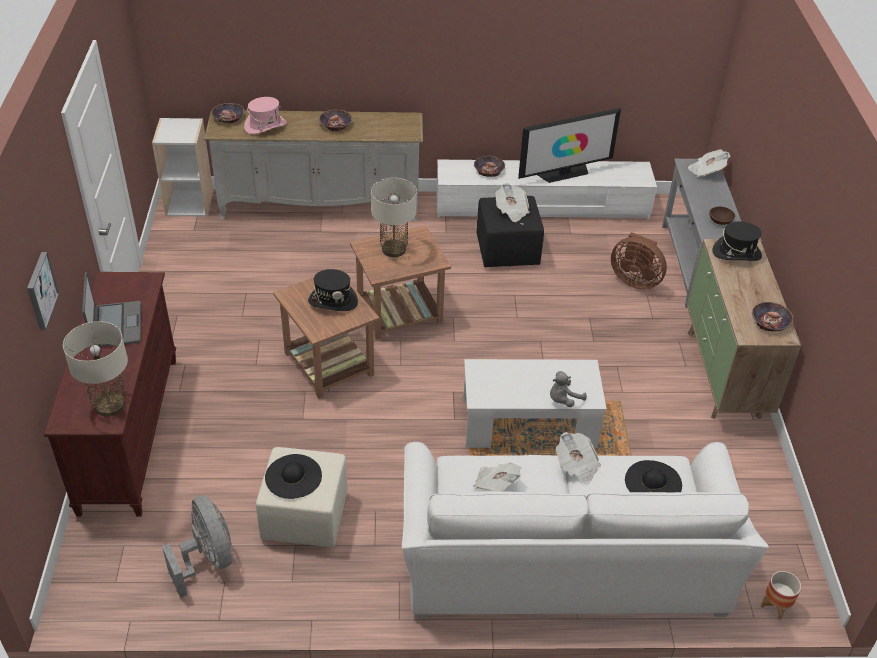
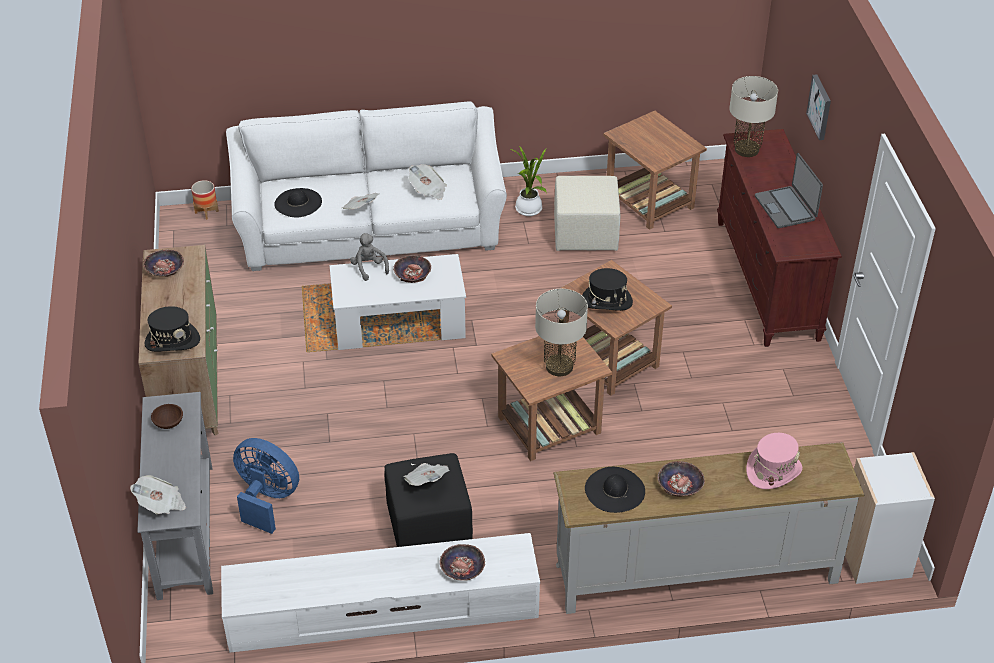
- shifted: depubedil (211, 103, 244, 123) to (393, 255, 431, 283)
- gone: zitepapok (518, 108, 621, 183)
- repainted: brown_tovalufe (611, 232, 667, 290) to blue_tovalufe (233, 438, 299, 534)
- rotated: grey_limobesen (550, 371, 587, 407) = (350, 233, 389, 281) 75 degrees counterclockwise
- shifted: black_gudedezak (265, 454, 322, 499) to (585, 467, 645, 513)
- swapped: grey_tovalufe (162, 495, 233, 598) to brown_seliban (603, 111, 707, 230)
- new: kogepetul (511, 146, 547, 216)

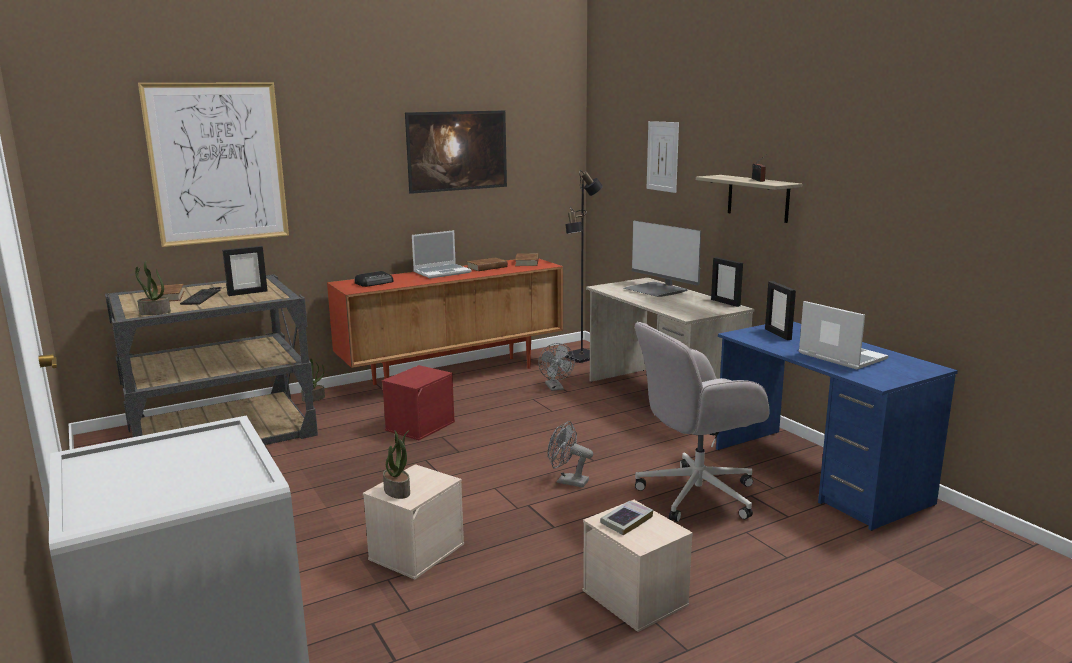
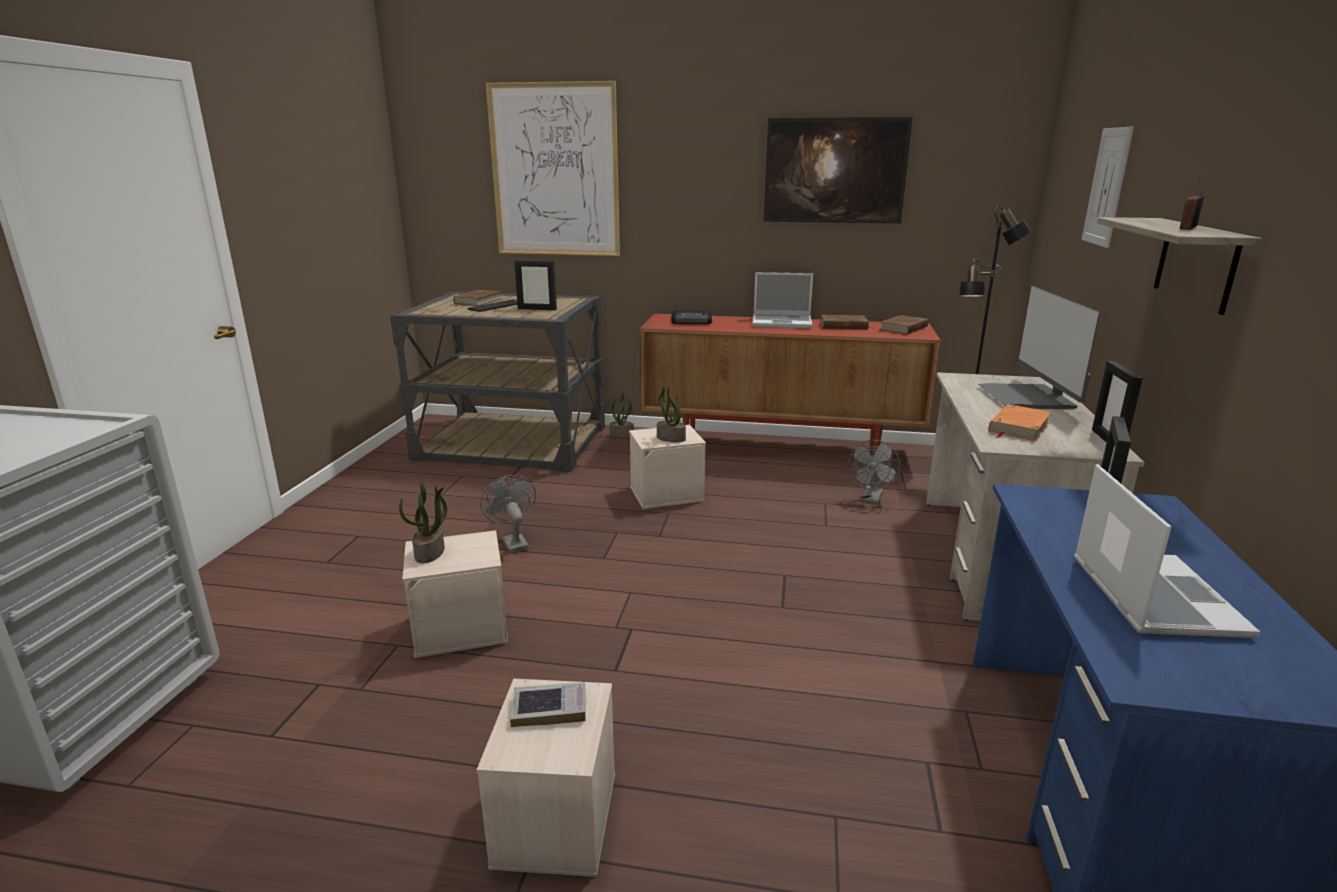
- shifted: kogepetul (135, 261, 171, 315) to (657, 385, 686, 442)
- gone: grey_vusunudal (635, 322, 769, 522)
- repainted: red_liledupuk (382, 365, 455, 440) to beige_liledupuk (629, 425, 706, 509)
- shifted: grey_tovalufe (548, 421, 593, 488) to (480, 475, 536, 553)
- new: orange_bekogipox (989, 404, 1052, 441)

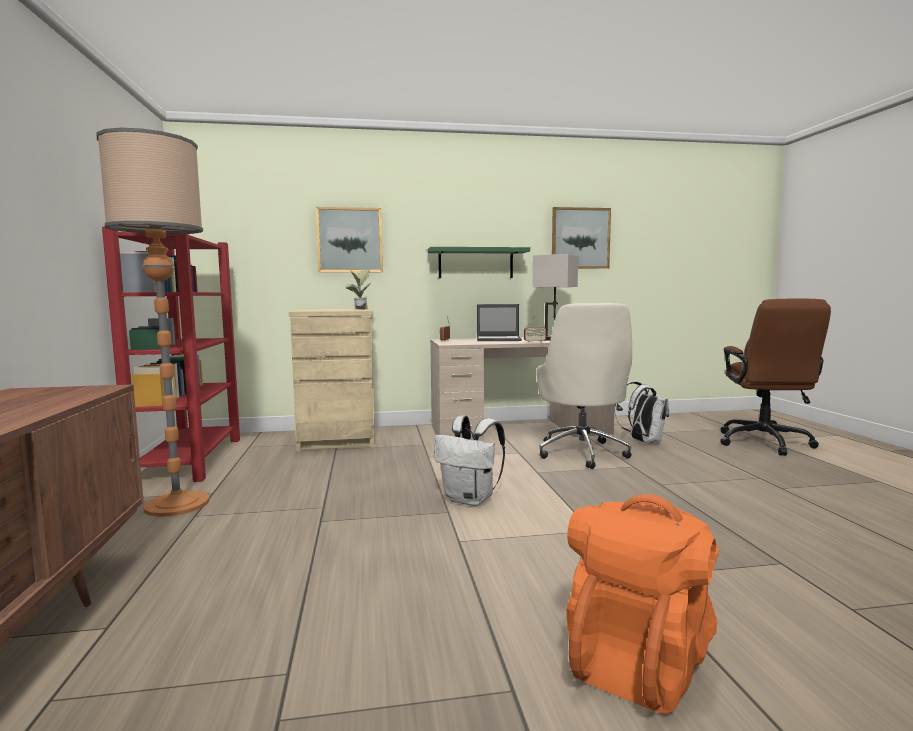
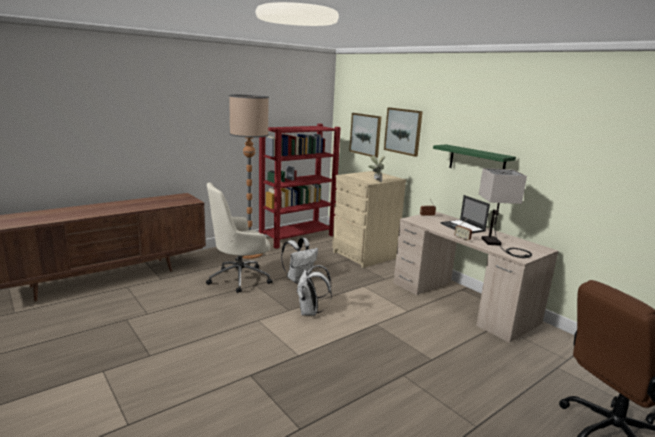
- shifted: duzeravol (552, 207, 611, 269) to (349, 113, 381, 158)
- shifted: beige_vusunudal (537, 303, 632, 469) to (206, 183, 272, 293)
- shifted: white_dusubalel (614, 381, 669, 444) to (281, 238, 318, 284)
- gone: orange_dusubalel (566, 494, 719, 714)

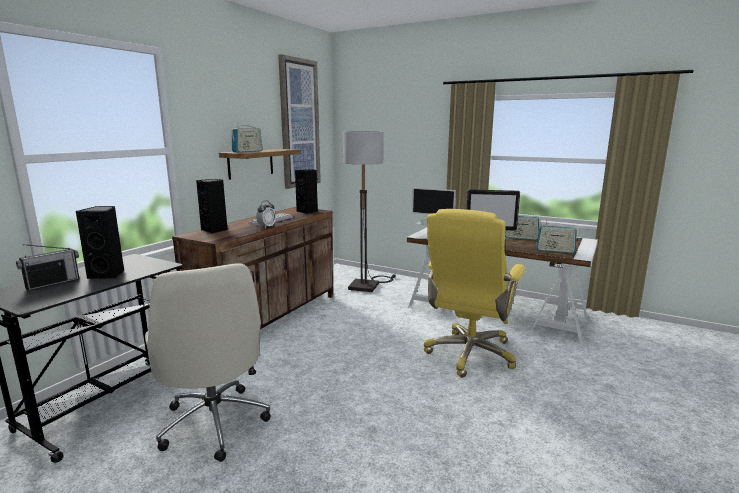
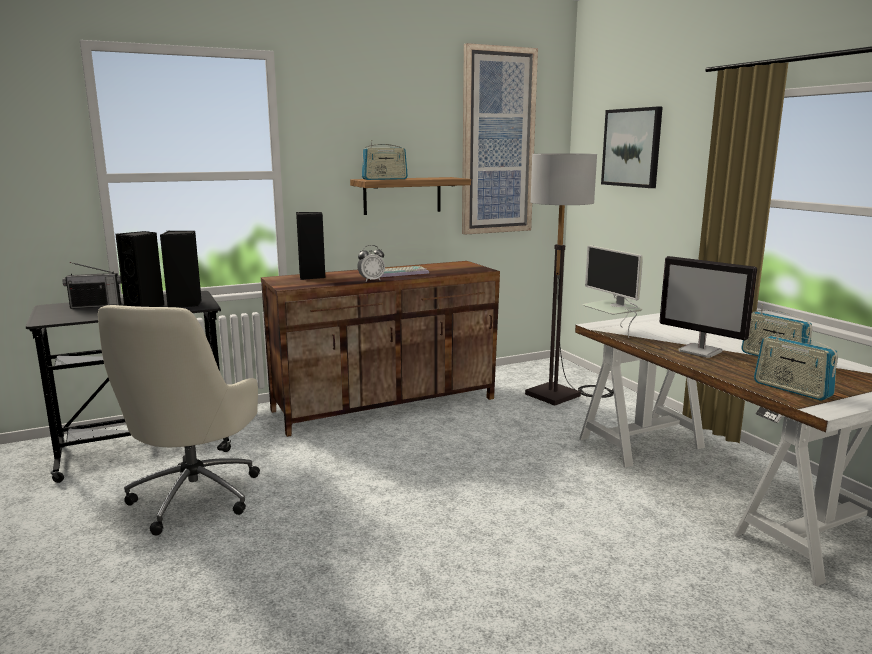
- shifted: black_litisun (295, 169, 318, 214) to (160, 231, 202, 308)
- gone: yellow_vusunudal (424, 209, 525, 378)
- new: duzeravol (601, 107, 663, 188)

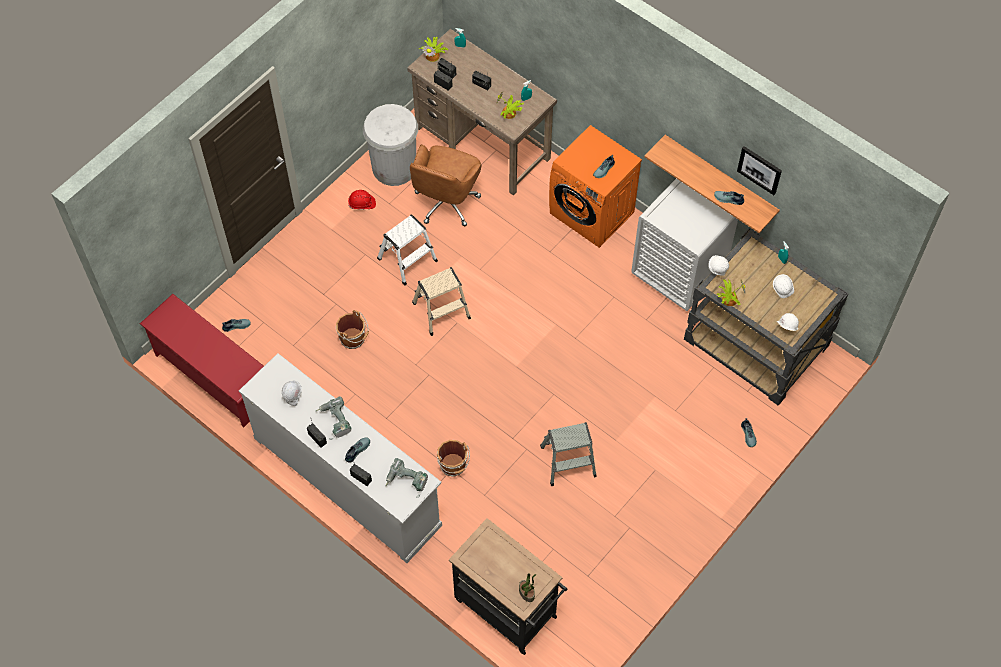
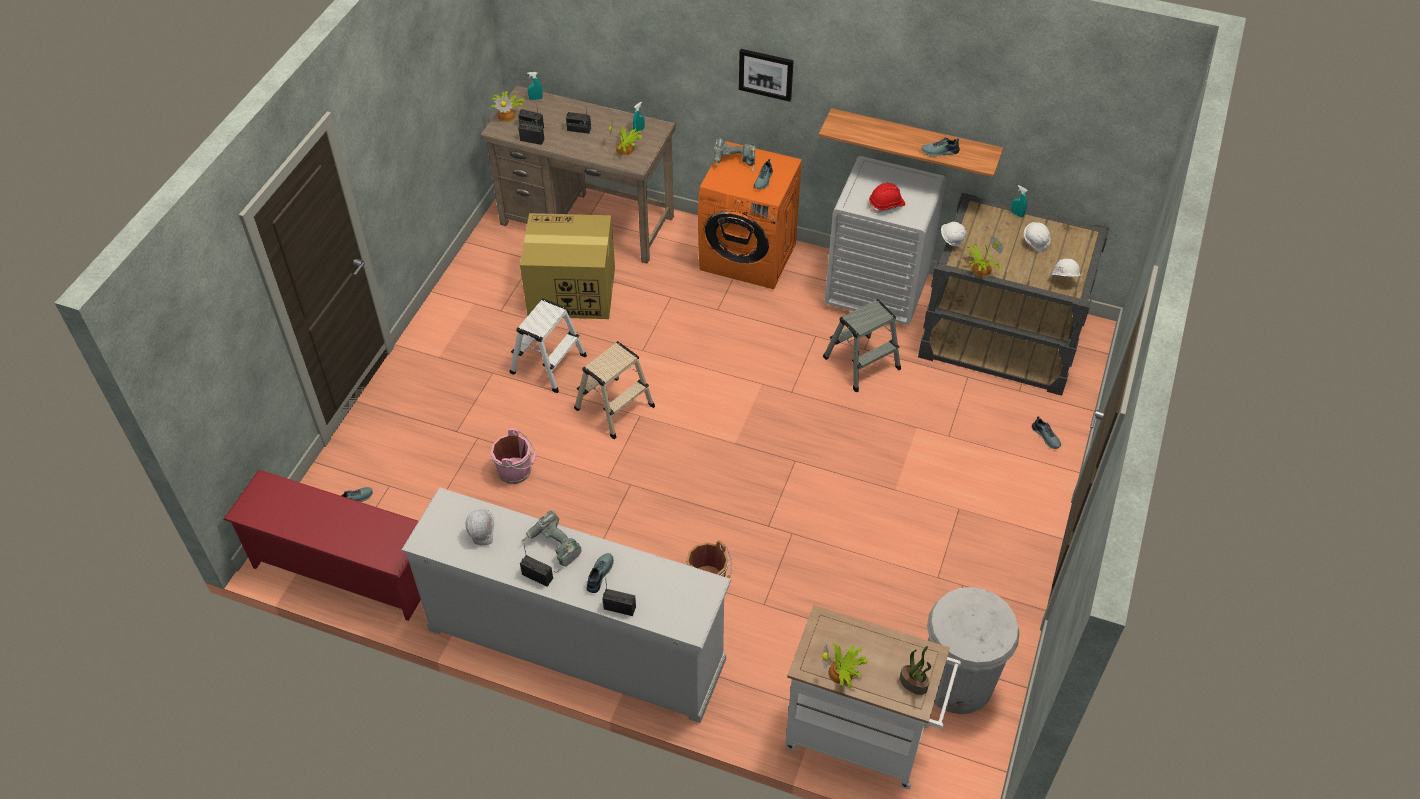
- shifted: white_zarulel (363, 104, 418, 186) to (927, 587, 1020, 714)
- swapped: brown_vusunudal (410, 144, 482, 226) to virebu (520, 213, 615, 319)
- shifted: duzeravol (737, 146, 782, 195) to (739, 49, 794, 102)
- shifted: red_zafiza (348, 190, 376, 210) to (869, 183, 905, 213)
- repainted: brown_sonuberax (336, 310, 369, 349) to pink_sonuberax (491, 428, 536, 484)
- shifted: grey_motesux (540, 422, 597, 486) to (823, 299, 901, 392)
- shifted: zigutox (385, 458, 428, 498) to (713, 138, 755, 171)
- repainted: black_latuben (449, 518, 568, 655) to white_latuben (785, 605, 961, 789)
- new: kogepetul (822, 643, 868, 688)

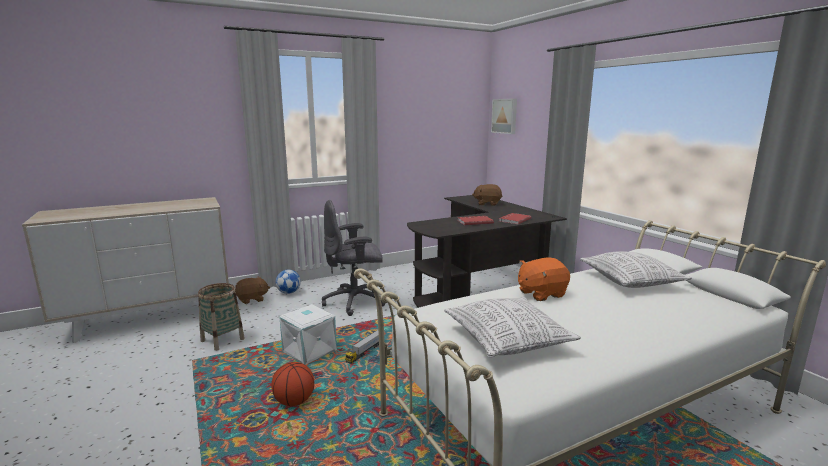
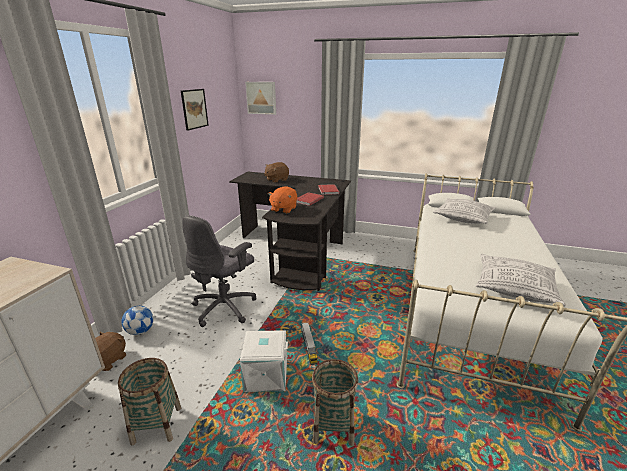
- shifted: orange_limobesen (518, 258, 570, 301) to (268, 186, 297, 214)
- swapped: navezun (271, 362, 314, 406) to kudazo (312, 359, 358, 446)
- new: duzeravol (181, 89, 209, 131)

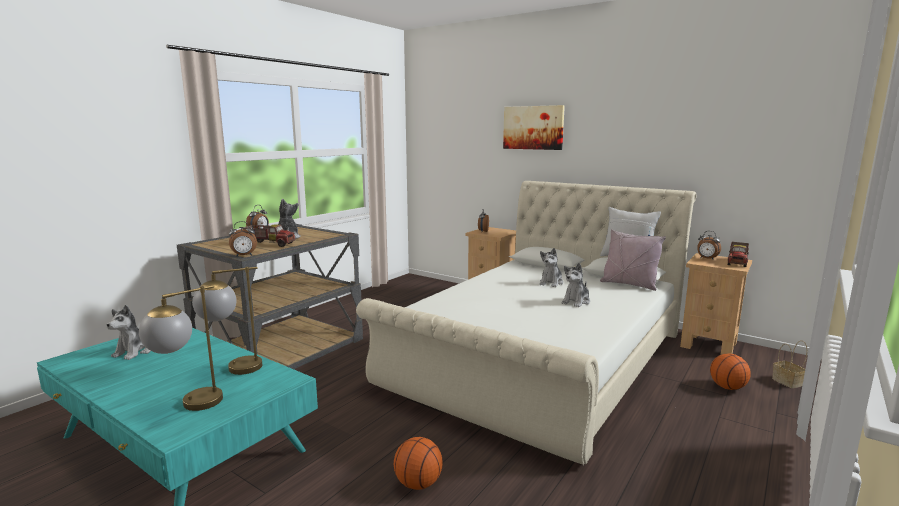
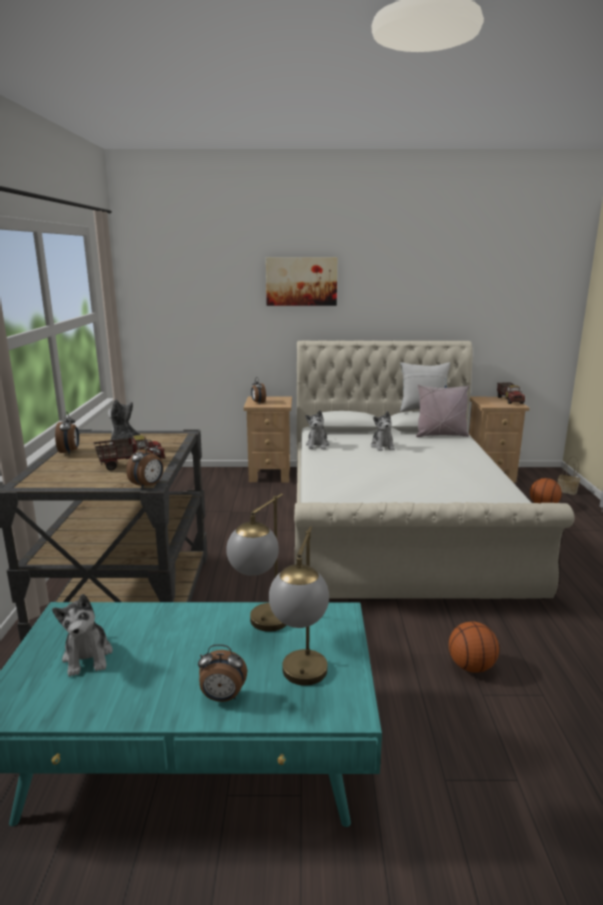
- shifted: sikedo (697, 231, 721, 259) to (198, 644, 247, 702)
- shifted: limobesen (562, 263, 590, 307) to (305, 410, 329, 449)

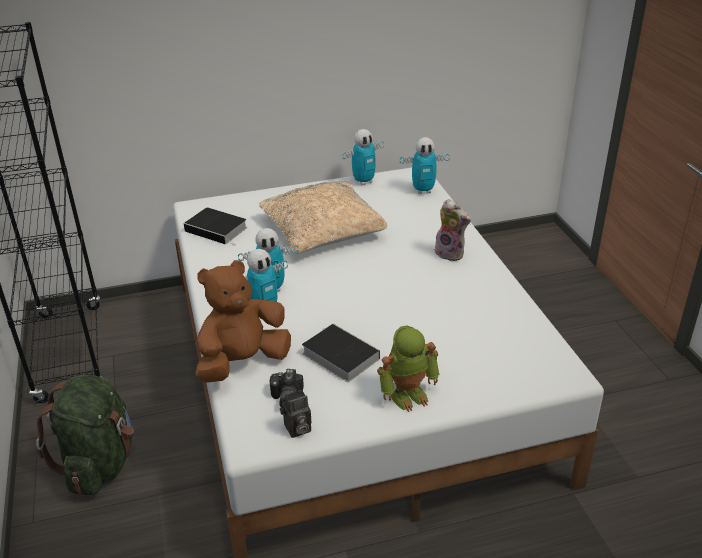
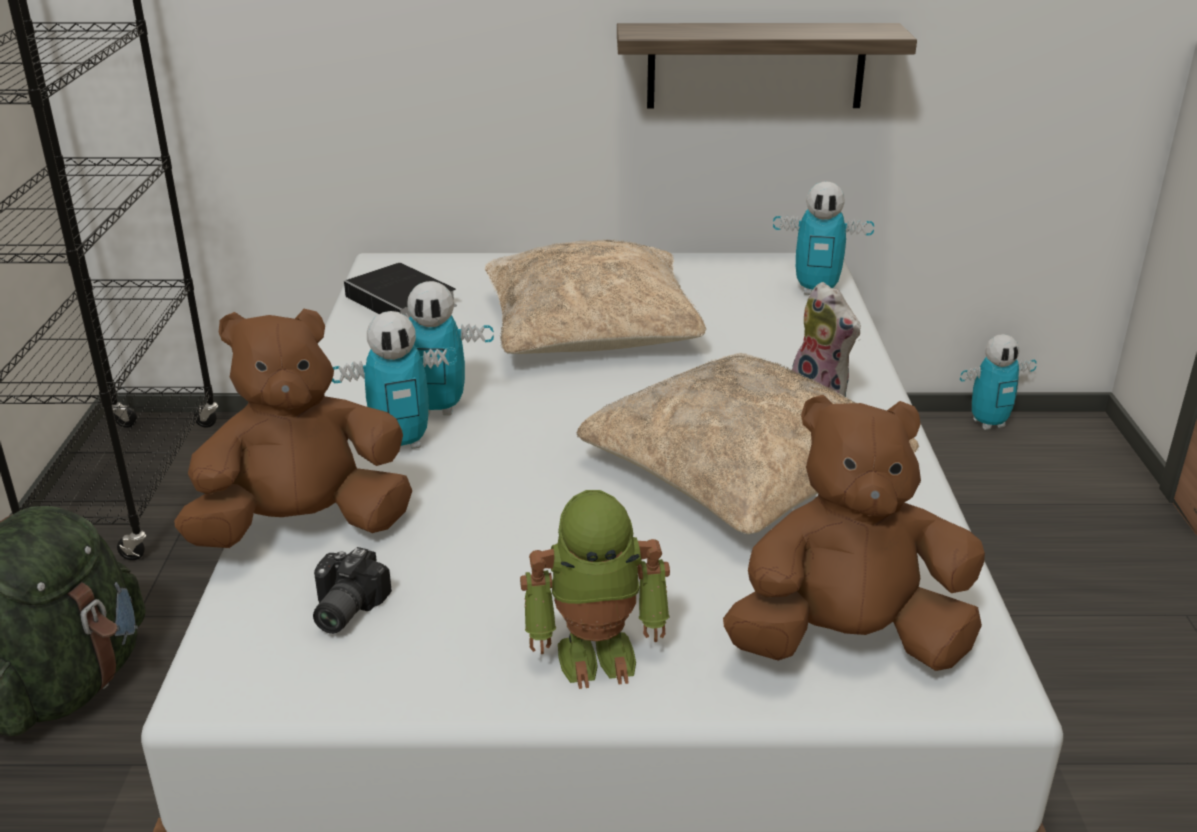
- shifted: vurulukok (342, 129, 384, 185) to (960, 334, 1036, 430)
- gone: bekogipox (302, 324, 380, 382)
- gone: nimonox (280, 390, 311, 438)
- new: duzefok (617, 23, 917, 108)
- new: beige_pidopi (577, 352, 920, 534)
- new: brown_limobesen (723, 395, 985, 671)

